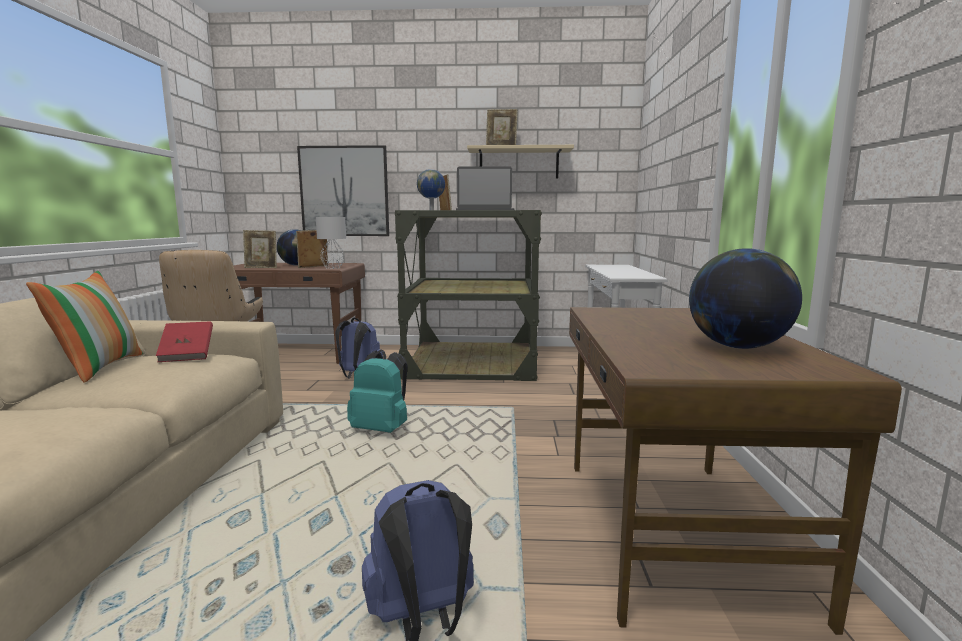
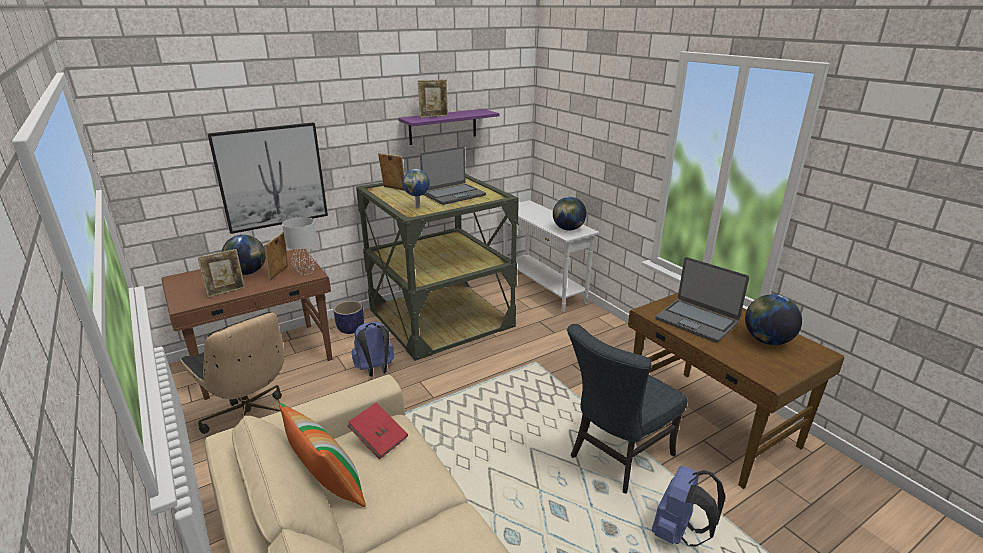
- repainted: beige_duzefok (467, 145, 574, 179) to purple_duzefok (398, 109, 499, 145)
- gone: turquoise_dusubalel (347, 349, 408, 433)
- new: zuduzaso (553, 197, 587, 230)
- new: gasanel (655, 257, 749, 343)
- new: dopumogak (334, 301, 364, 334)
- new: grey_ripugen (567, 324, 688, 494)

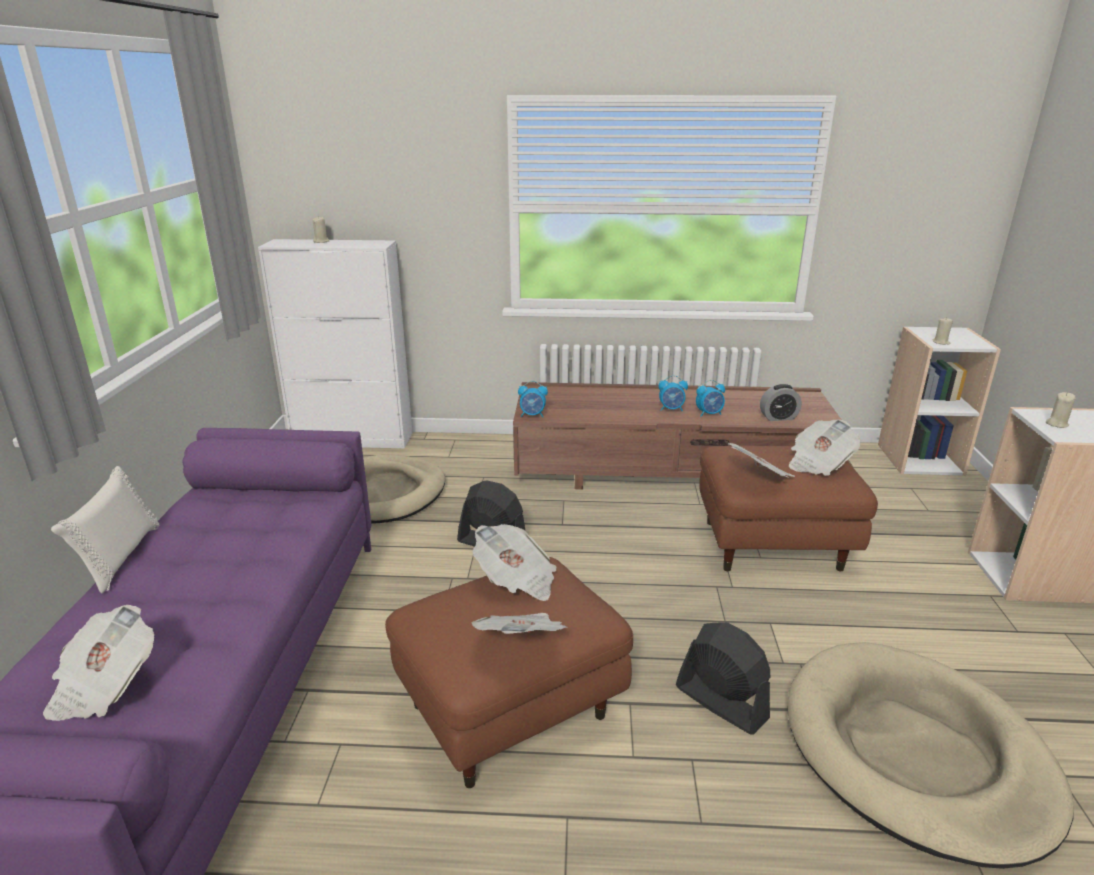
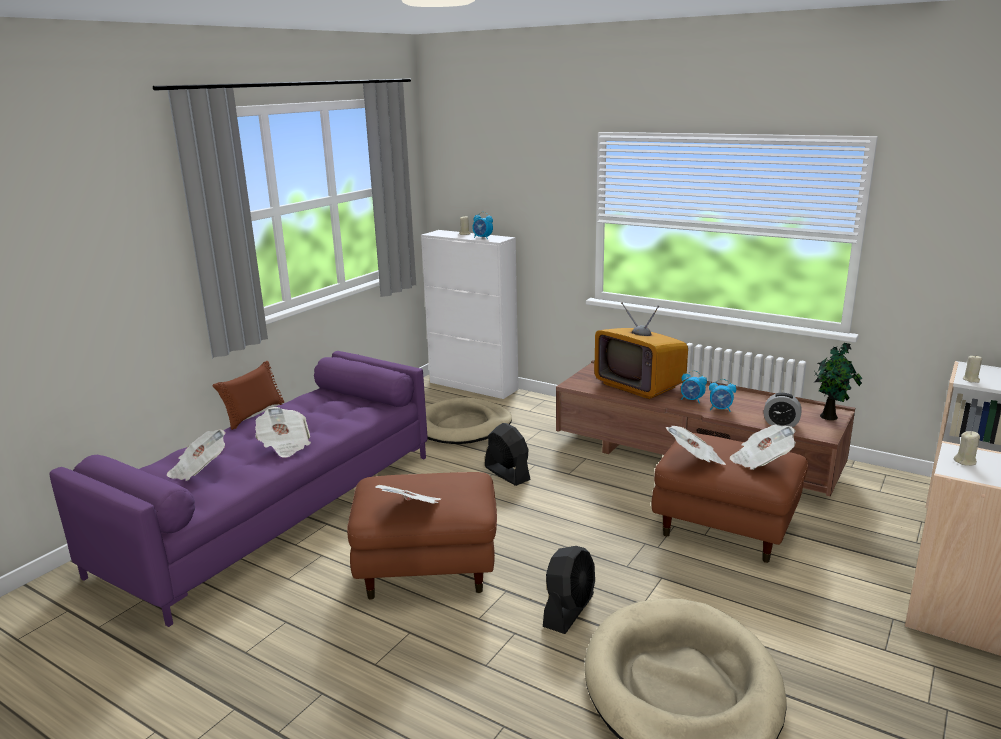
- shifted: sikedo (518, 381, 548, 417) to (472, 212, 493, 239)
- repainted: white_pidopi (51, 466, 159, 593) to brown_pidopi (213, 361, 284, 430)
- shifted: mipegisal (472, 524, 557, 601) to (255, 407, 311, 458)
- rotated: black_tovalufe (676, 622, 770, 735) = (543, 546, 595, 634) 45 degrees clockwise
- new: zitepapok (594, 302, 688, 399)
- new: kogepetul (814, 343, 862, 420)

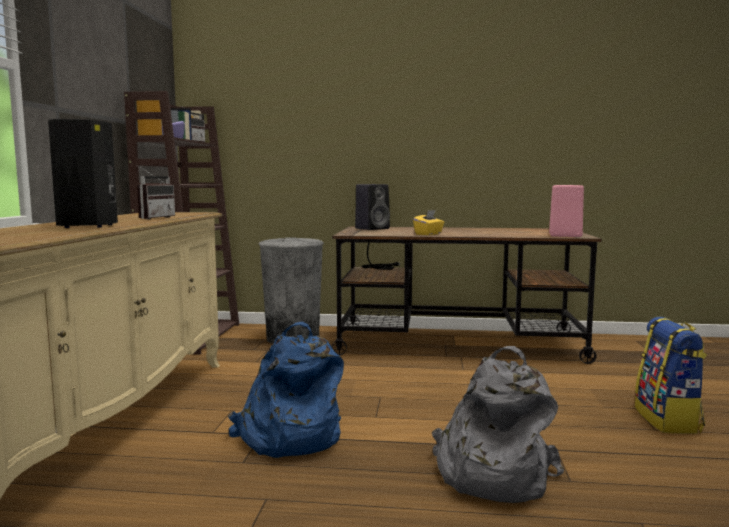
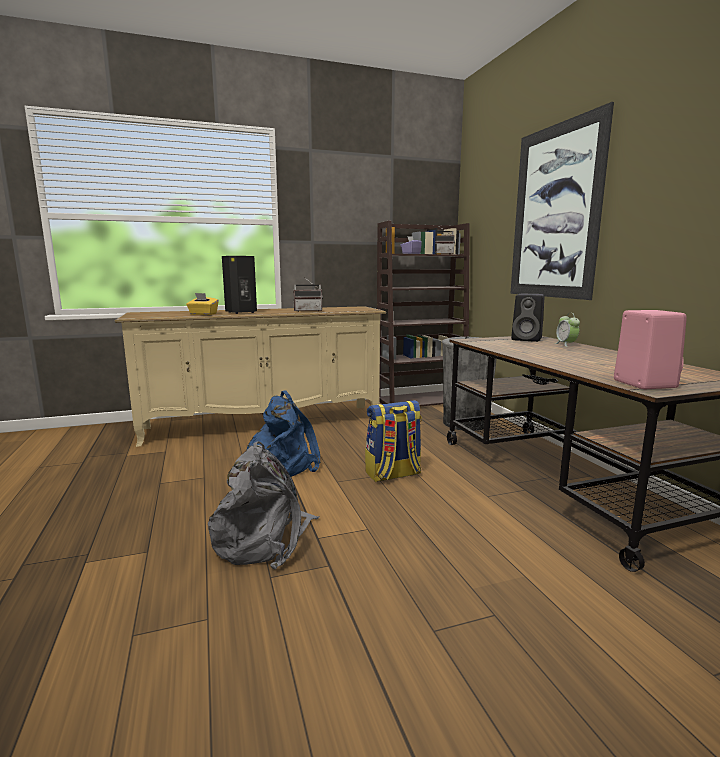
- shifted: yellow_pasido (413, 210, 444, 235) to (186, 293, 219, 315)
- shifted: dusubalel (635, 317, 707, 434) to (365, 400, 422, 482)
- new: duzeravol (510, 102, 614, 300)
- new: sikedo (555, 313, 580, 347)

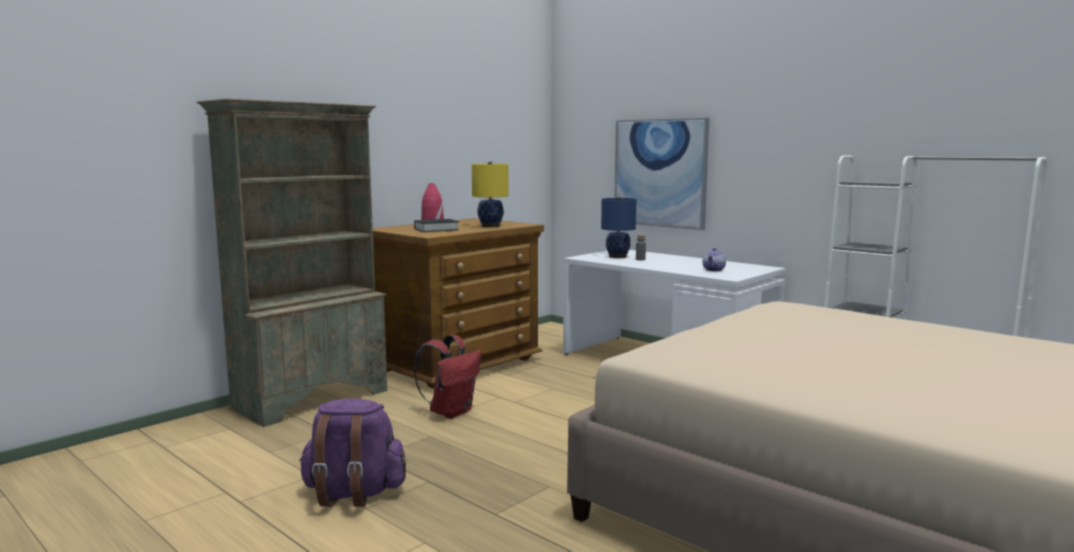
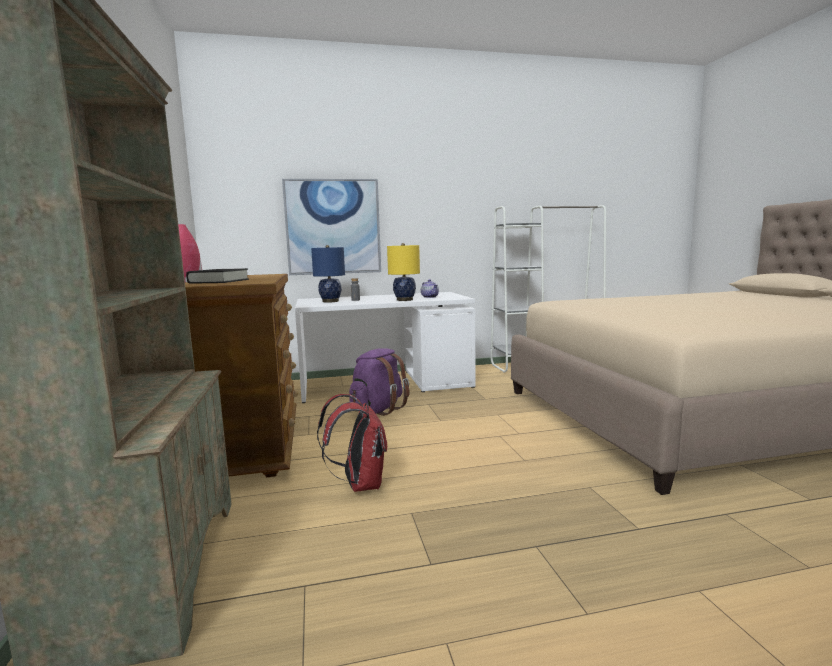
- shifted: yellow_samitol (472, 161, 509, 227) to (387, 243, 420, 301)
- shifted: purple_dusubalel (299, 398, 406, 507) to (349, 348, 410, 416)

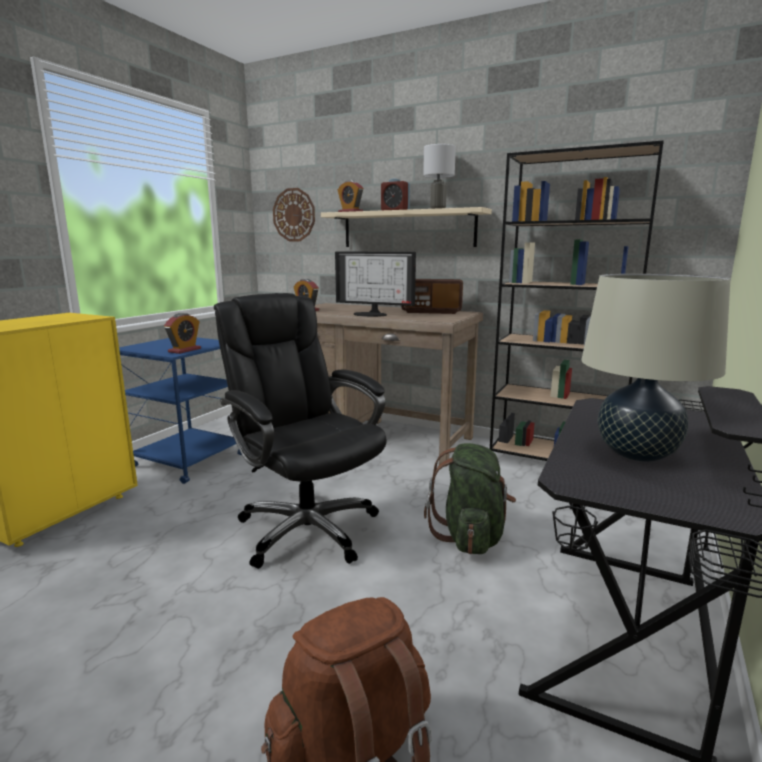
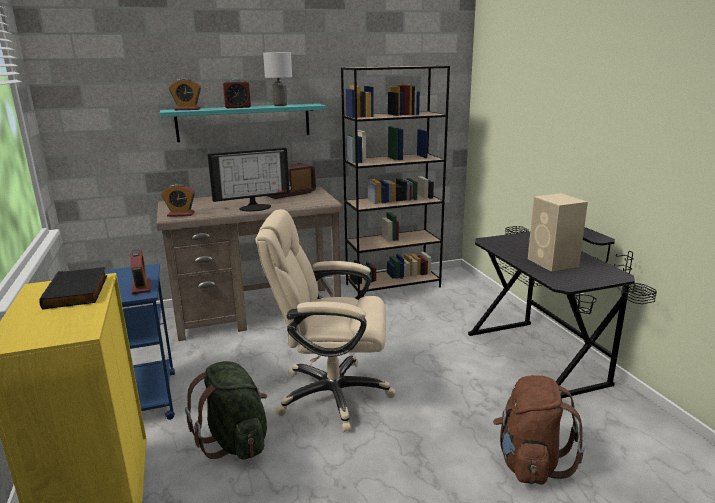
- gone: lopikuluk (273, 188, 315, 241)
- repainted: beige_duzefok (321, 207, 492, 247) to turquoise_duzefok (160, 103, 326, 142)
- swapped: beige_samitol (581, 274, 731, 462) to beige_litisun (528, 193, 588, 272)
- repainted: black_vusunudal (214, 293, 386, 569) to beige_vusunudal (255, 209, 395, 432)
- shifted: green_dusubalel (424, 443, 516, 554) to (185, 361, 267, 460)
- new: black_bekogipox (39, 267, 107, 310)

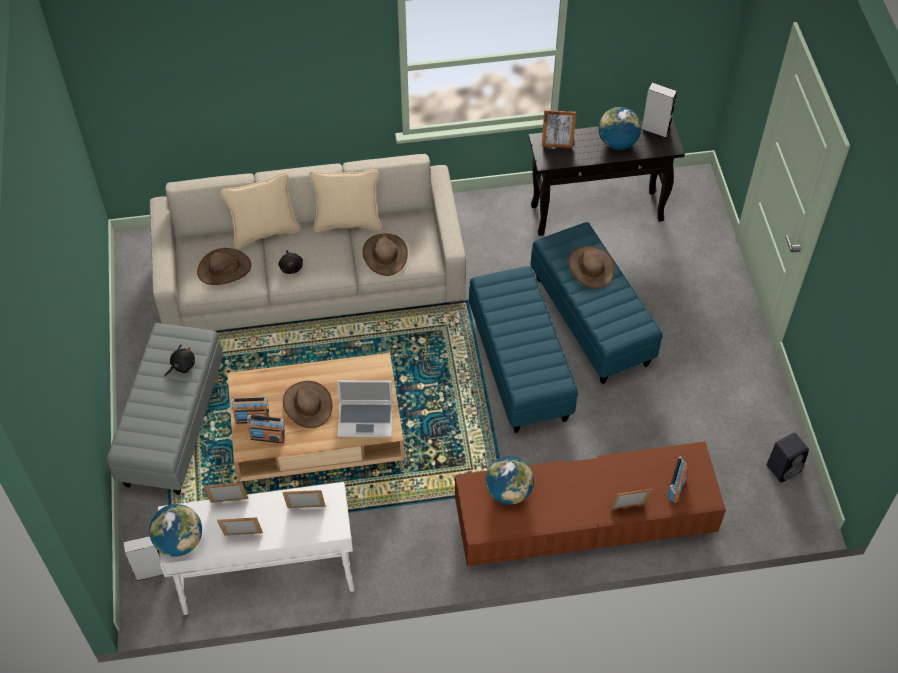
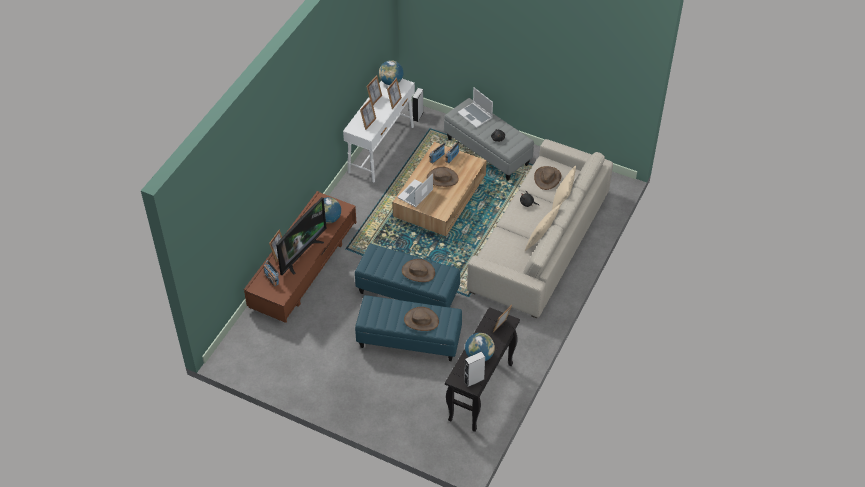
- shifted: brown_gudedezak (362, 233, 408, 276) to (402, 259, 435, 282)
- gone: black_litisun (767, 432, 809, 483)
- new: gasanel (458, 87, 493, 128)
- new: zitepapok (276, 197, 326, 275)

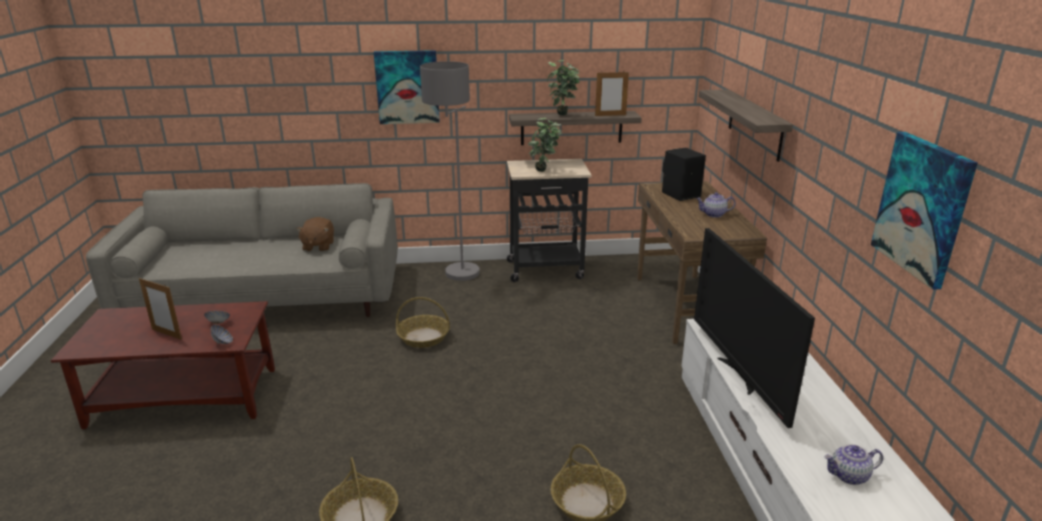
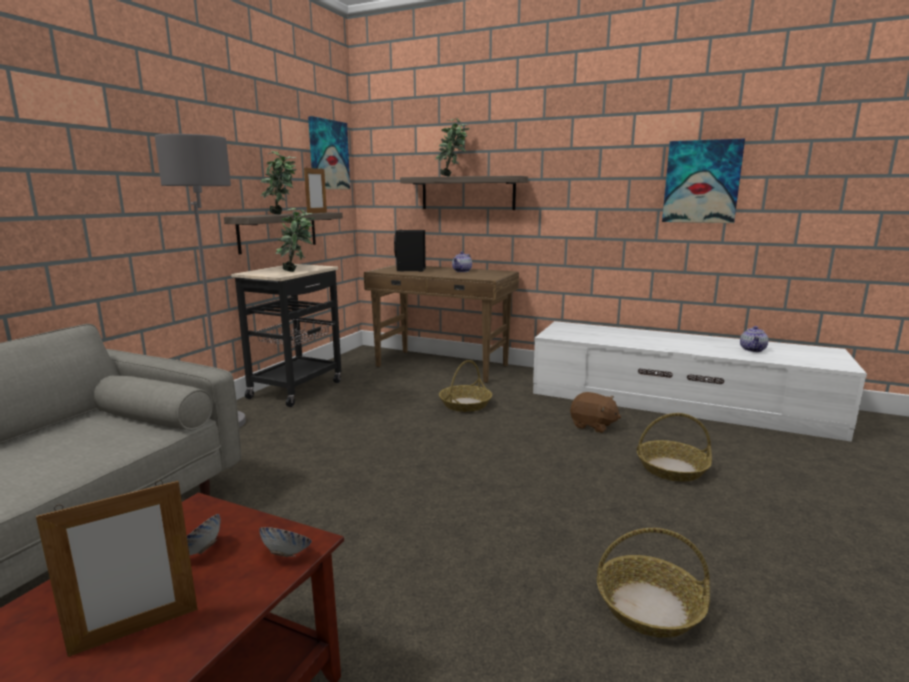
- shifted: duzeravol (374, 50, 440, 124) to (308, 116, 350, 189)
- shifted: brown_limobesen (296, 217, 334, 251) to (570, 392, 621, 433)
- gone: zitepapok (694, 228, 815, 428)
- shifted: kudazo (396, 297, 450, 348) to (439, 360, 492, 412)
- new: kogepetul (435, 118, 469, 177)

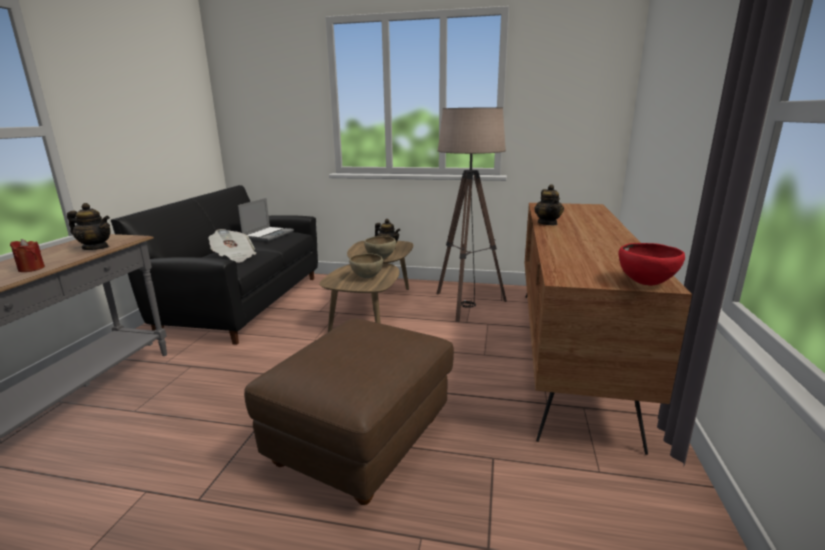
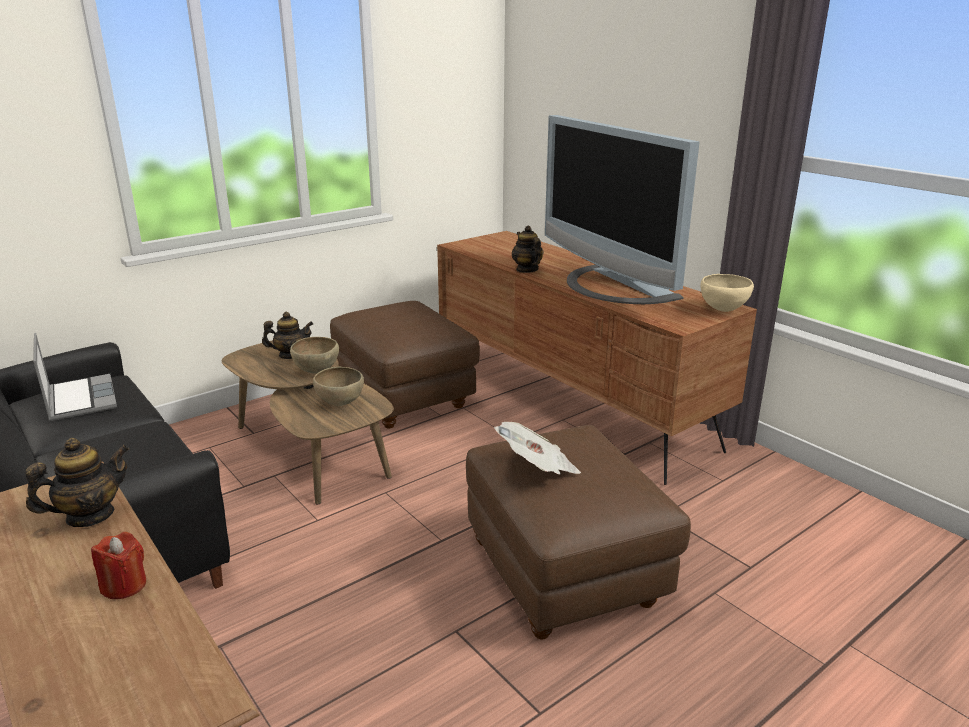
- swapped: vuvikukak (437, 107, 507, 322) to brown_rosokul (330, 301, 480, 428)
- rotated: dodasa (534, 184, 564, 225) = (512, 225, 544, 273) 150 degrees counterclockwise
- shifted: mipegisal (208, 229, 256, 263) to (494, 422, 581, 475)
- repainted: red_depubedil (618, 243, 685, 286) to beige_depubedil (700, 274, 754, 312)
- new: zitepapok (545, 115, 700, 304)

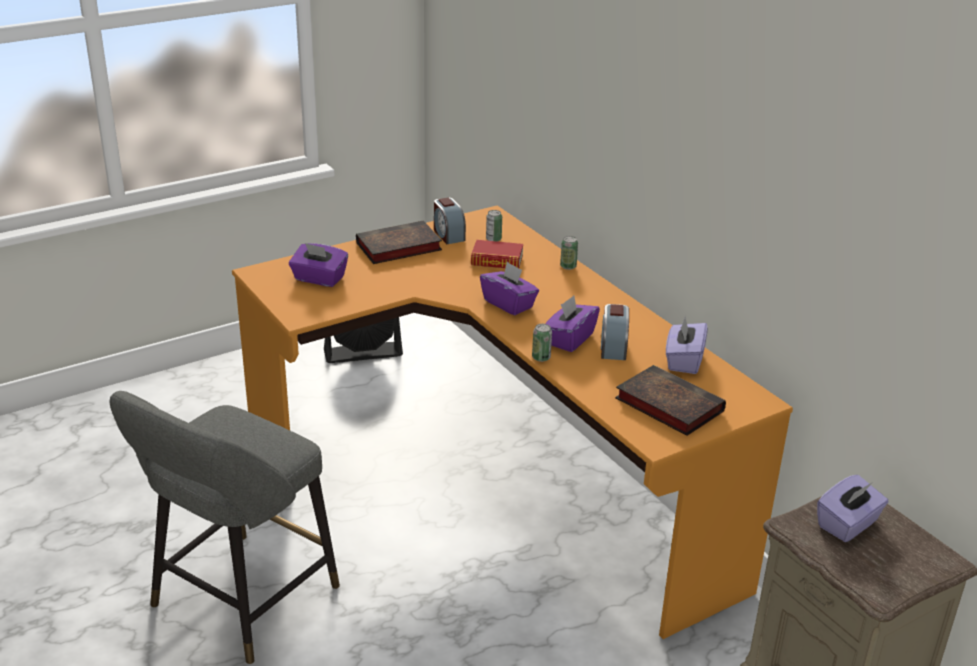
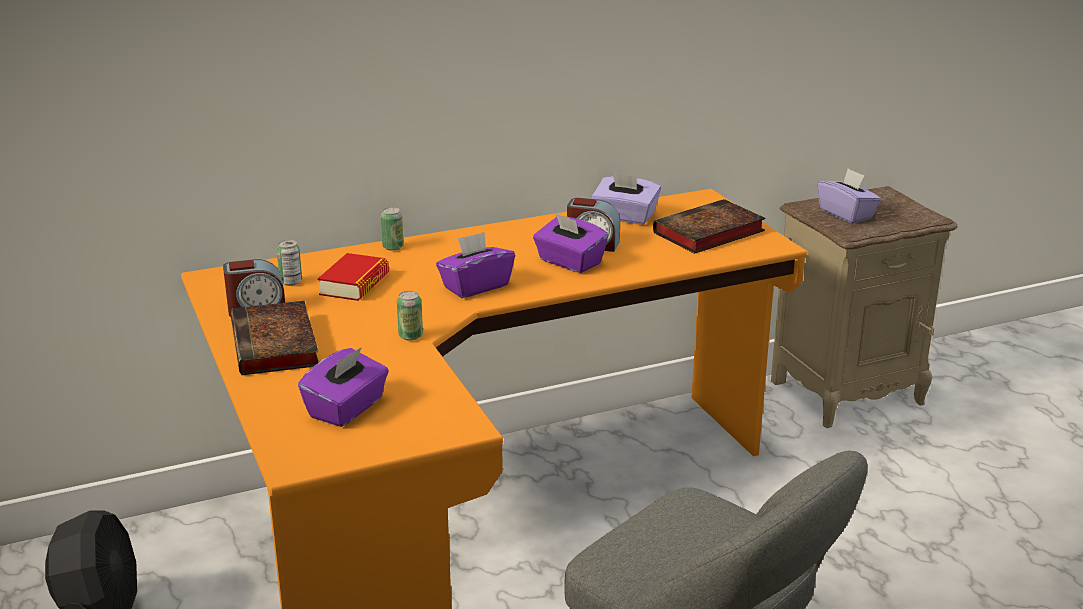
- shifted: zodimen (532, 324, 552, 362) to (397, 291, 423, 341)

